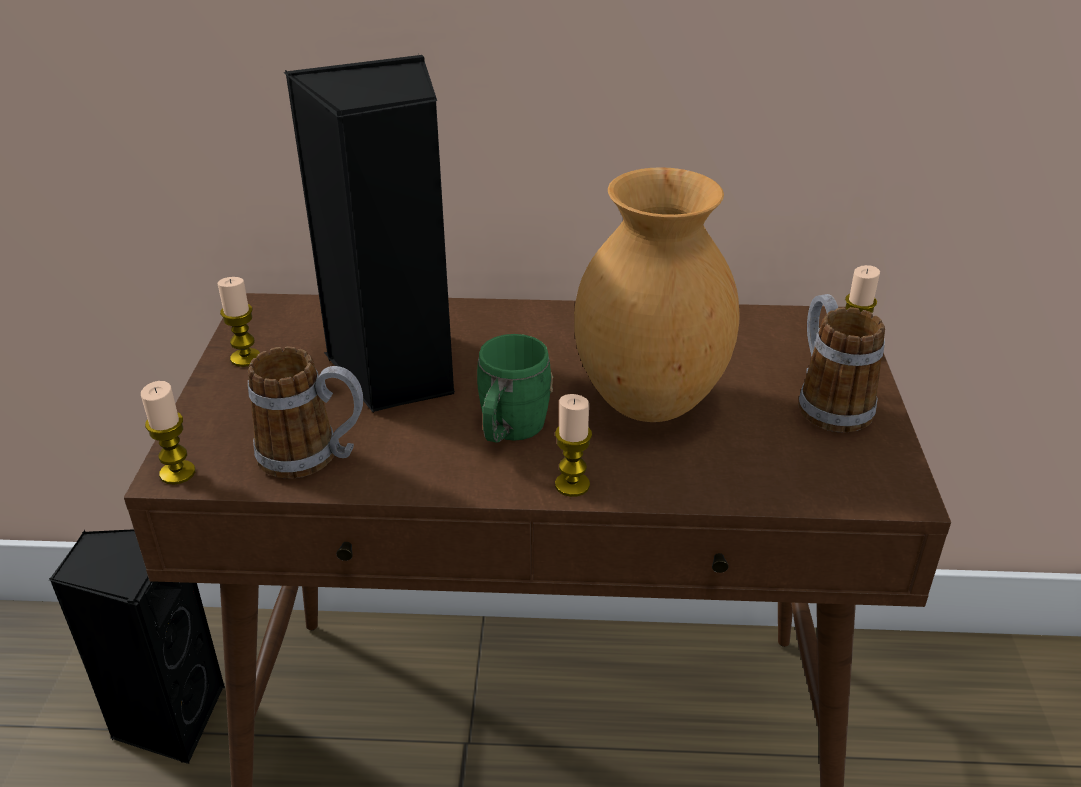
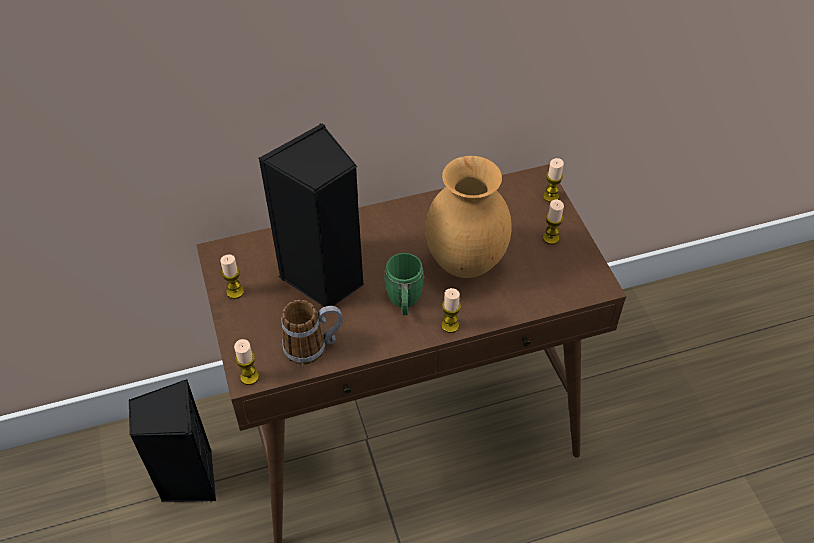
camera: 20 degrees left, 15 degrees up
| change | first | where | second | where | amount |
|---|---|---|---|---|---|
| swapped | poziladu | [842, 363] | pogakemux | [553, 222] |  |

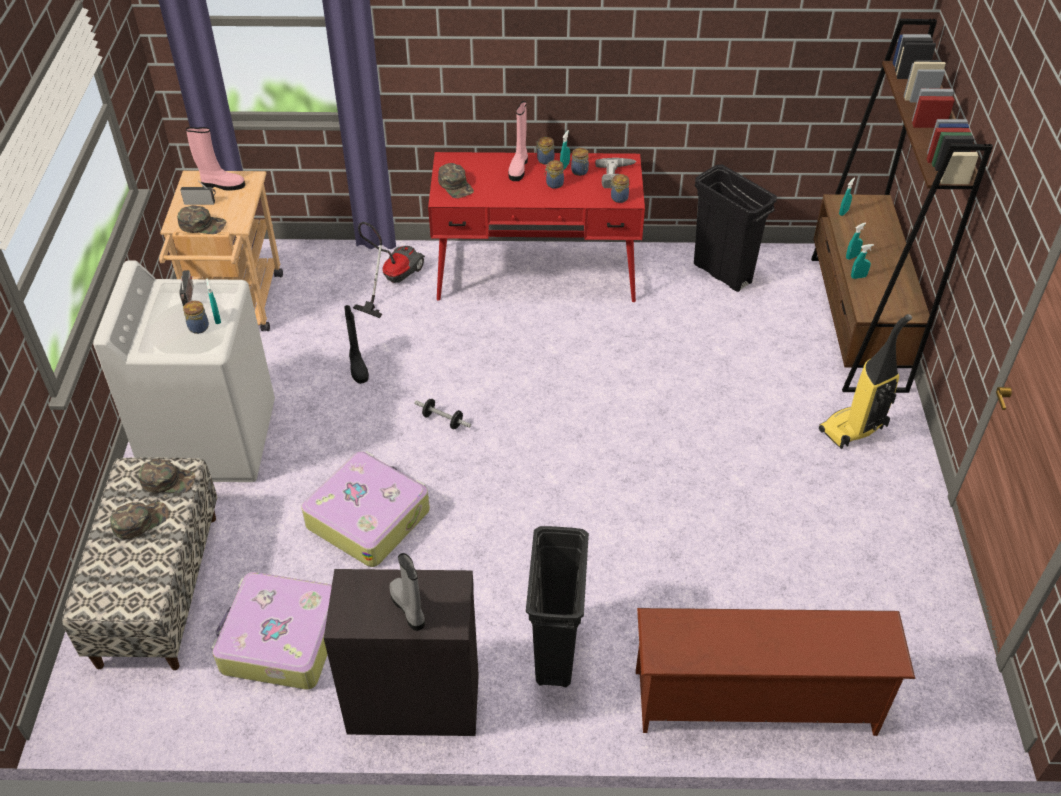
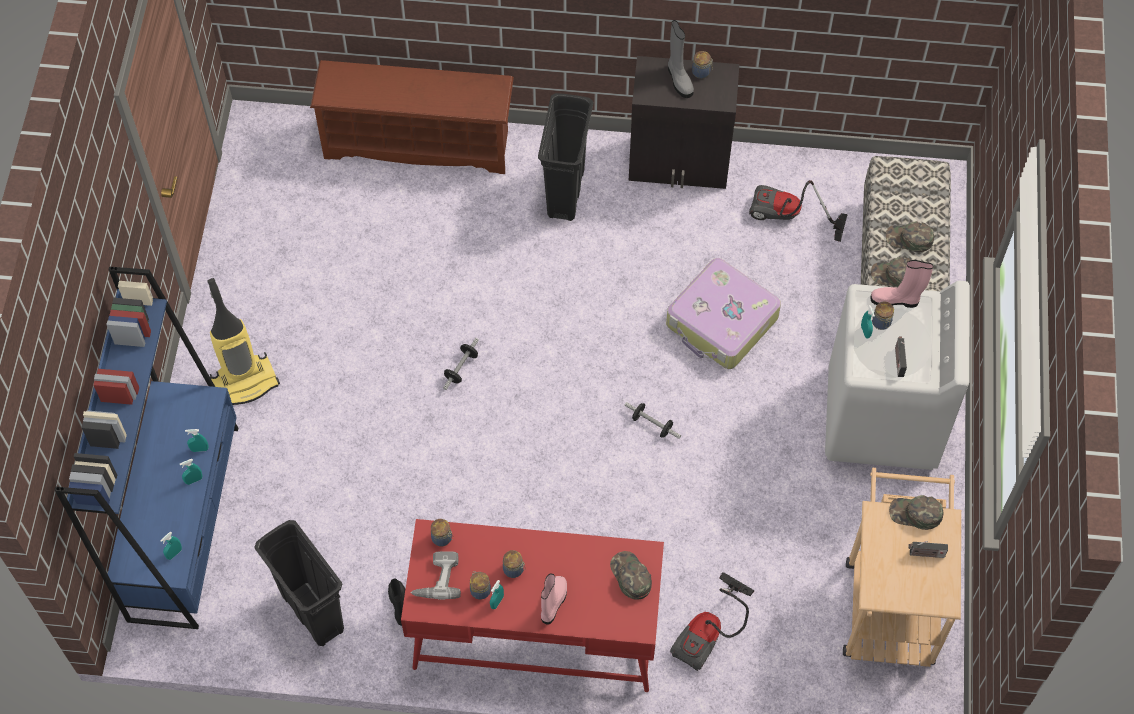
camera: 175 degrees left, 15 degrees up
| change | first | where | second | where | amount |
|---|---|---|---|---|---|
| repainted | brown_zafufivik | [902, 206] | blue_zafufivik | [146, 448] |  |
| shifted | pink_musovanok | [215, 159] |  | [901, 284] |  |
| shifted | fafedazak | [544, 151] |  | [702, 65] |  |
| shifted | black_musovanok | [356, 344] |  | [396, 602] |  |
| rotated | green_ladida | [139, 520] |  | [910, 237] | 45 degrees clockwise |
| swapped | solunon | [272, 631] | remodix | [798, 211] |  |
| new |  |  | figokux | [461, 364] |  |

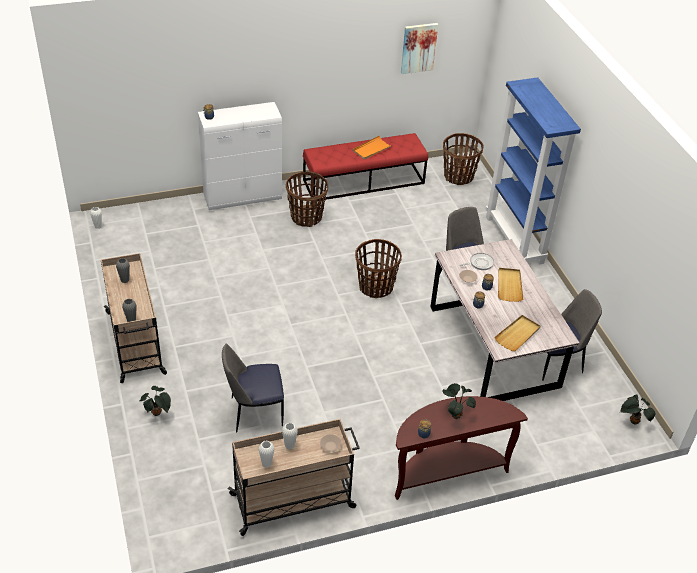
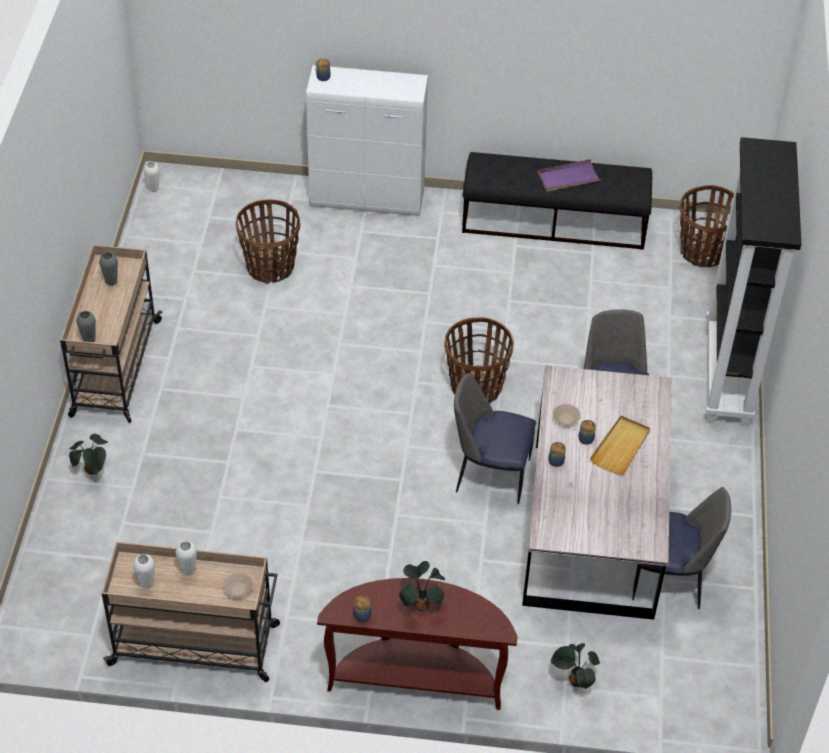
camera: 25 degrees right, 5 degrees up
| change | first | where | second | where | amount |
|---|---|---|---|---|---|
| gone | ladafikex | [419, 48] |  |  |  |
| repainted | blue_zafufivik | [533, 171] | black_zafufivik | [753, 282] |  |
| repainted | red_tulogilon | [365, 166] | black_tulogilon | [557, 201] |  |
| repainted | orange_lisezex | [372, 147] | purple_lisezex | [570, 175] |  |
| shifted | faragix | [307, 199] |  | [268, 241] |  |
| gone | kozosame | [476, 261] |  |  |  |
| gone | beige_lisezex | [517, 333] |  |  |  |
| shifted | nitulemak | [253, 388] |  | [495, 438] |  |
| shifted | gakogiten | [638, 409] |  | [575, 666] |  |

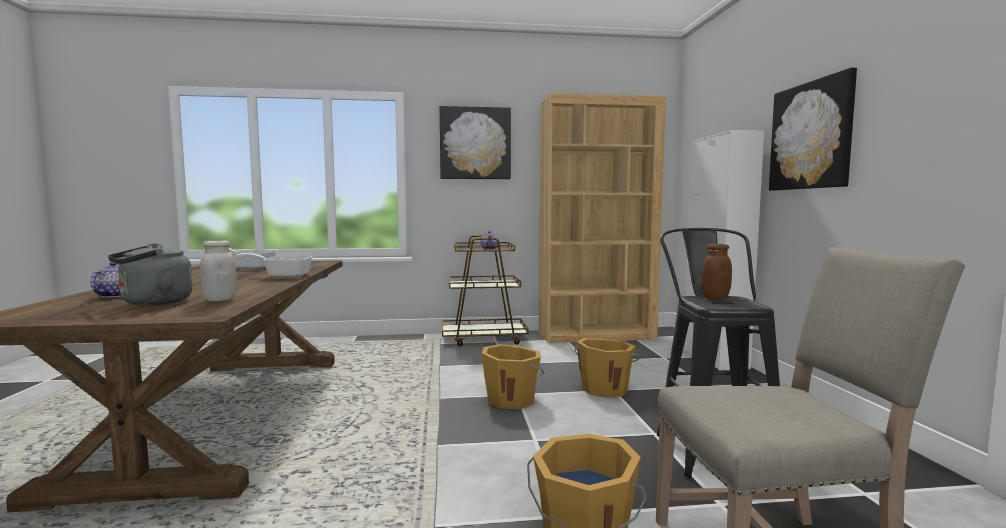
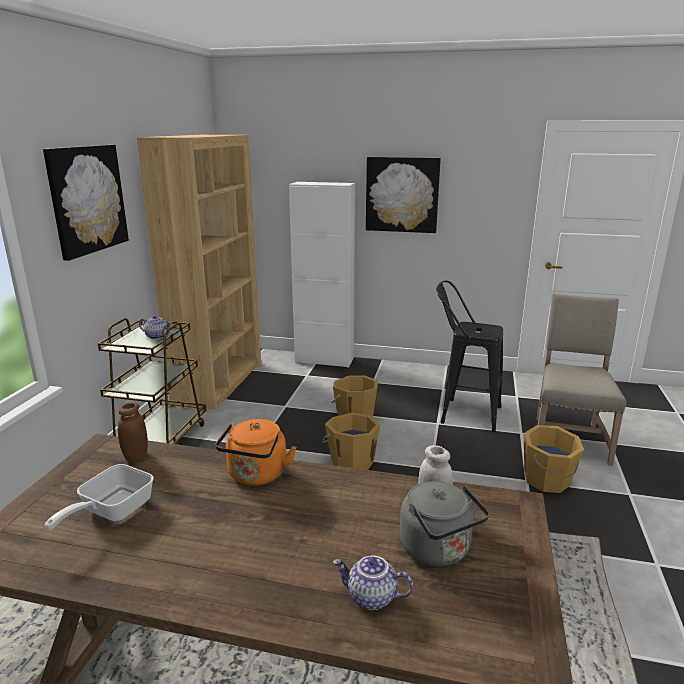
camera: 70 degrees left, 15 degrees up
| change | first | where | second | where | amount |
|---|---|---|---|---|---|
| shifted | brown_fafedazak | [716, 272] |  | [133, 432] |  |
| swapped | kozosame | [274, 265] | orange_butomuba | [256, 452] |  |

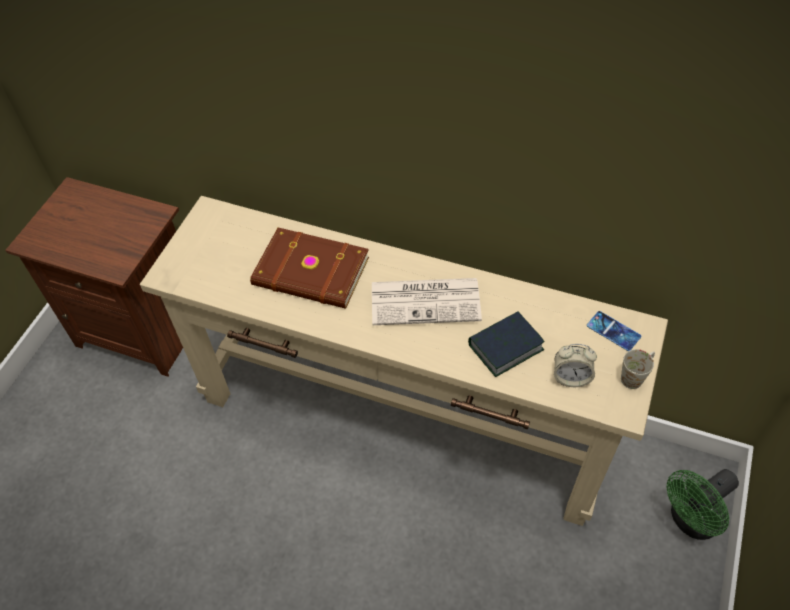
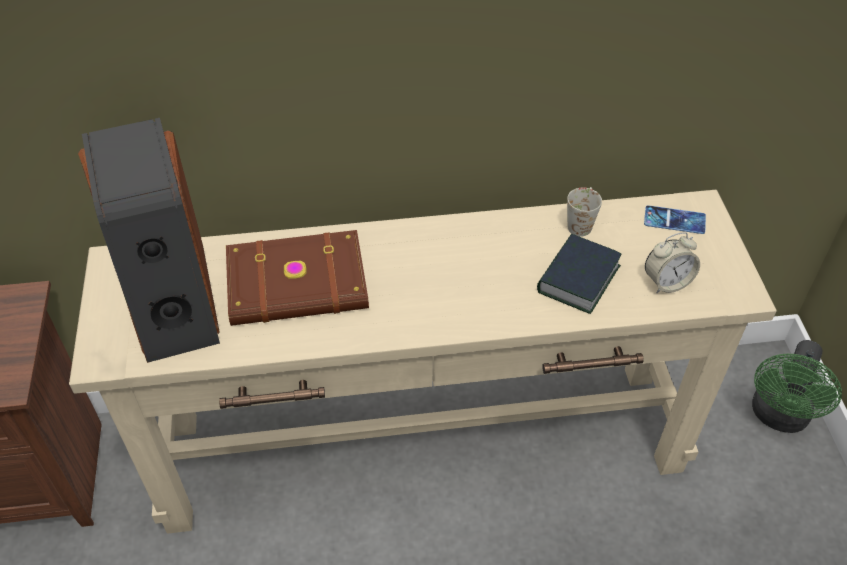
camera: 30 degrees left, 5 degrees down
| change | first | where | second | where | amount |
|---|---|---|---|---|---|
| gone | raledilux | [427, 301] |  |  |  |
| shifted | white_poziladu | [638, 369] |  | [584, 212] |  |
| new |  |  | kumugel | [149, 240] |  |

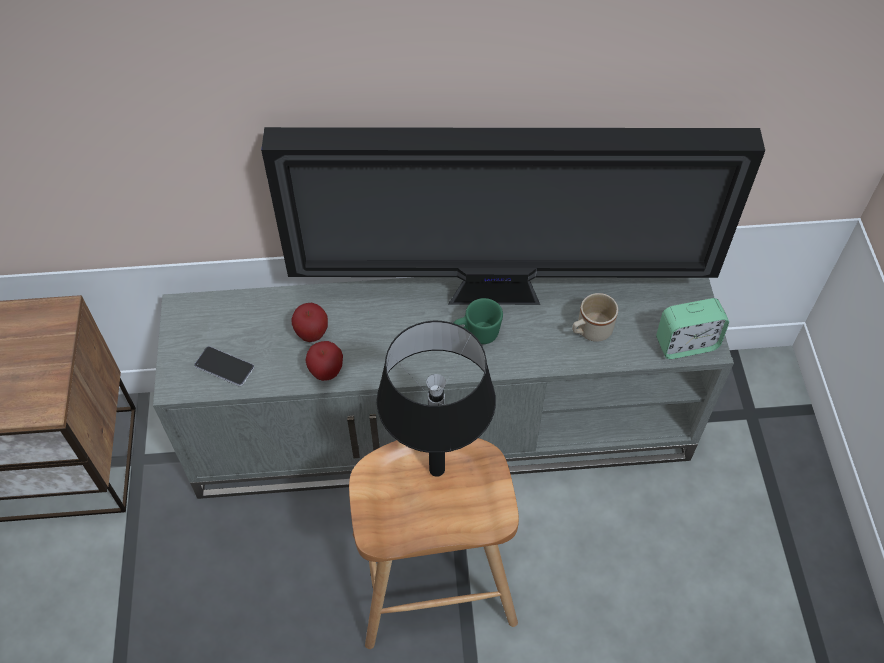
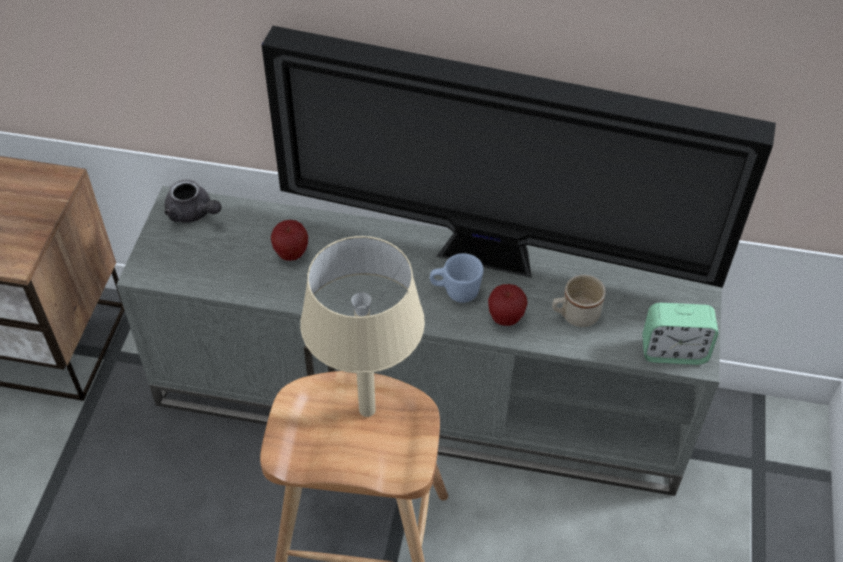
camera: 15 degrees right, 5 degrees down
| change | first | where | second | where | amount |
|---|---|---|---|---|---|
| repainted | green_poziladu | [478, 321] | blue_poziladu | [457, 278] |  |
| repainted | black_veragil | [436, 399] | beige_veragil | [362, 326] |  |
| shifted | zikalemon | [324, 361] |  | [508, 305] |  |
| gone | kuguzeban | [224, 366] |  |  |  |
| new |  |  | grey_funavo | [193, 201] |  |

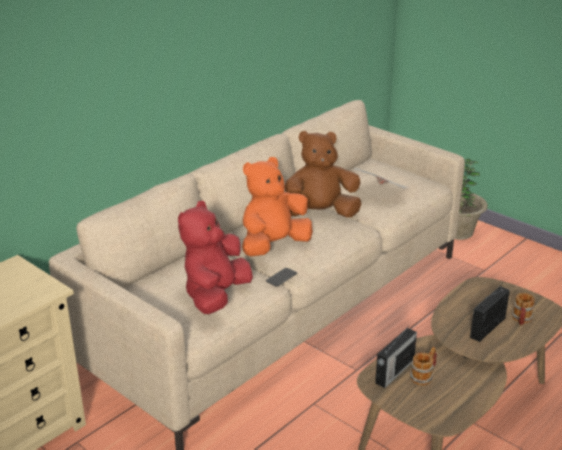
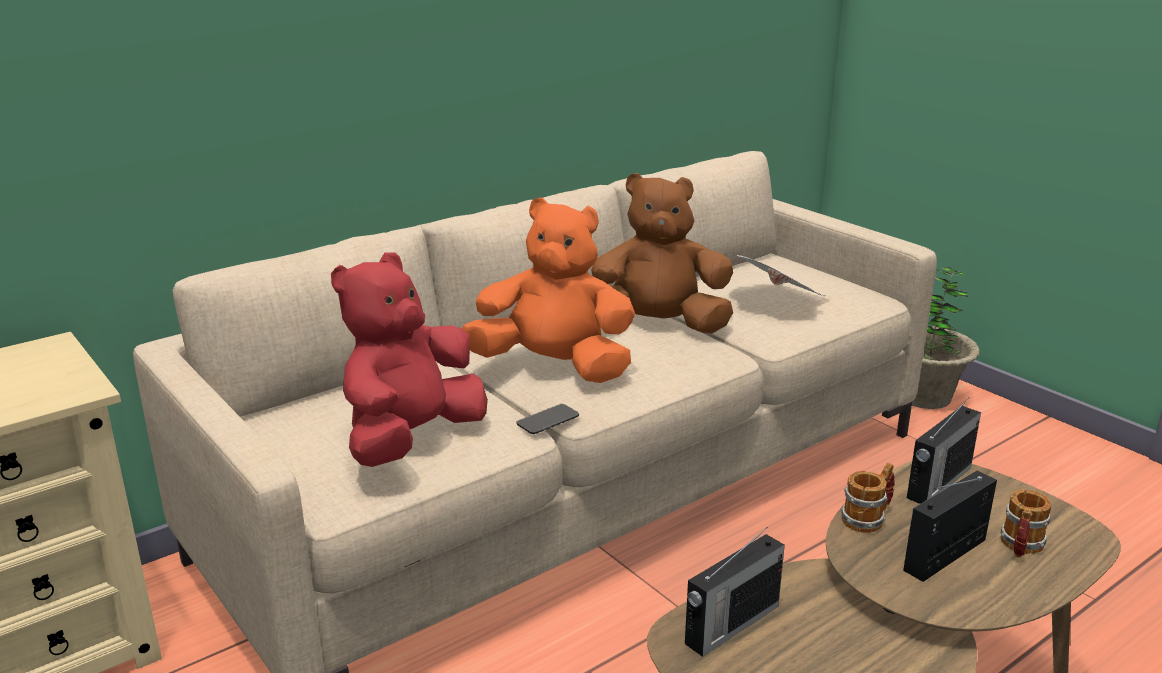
camera: 10 degrees right, 5 degrees down
| change | first | where | second | where | amount |
|---|---|---|---|---|---|
| rotated | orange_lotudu | [277, 207] |  | [548, 290] | 45 degrees clockwise |
| shifted | poziladu | [423, 366] |  | [868, 497] |  |
| new |  |  | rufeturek | [944, 450] |  |

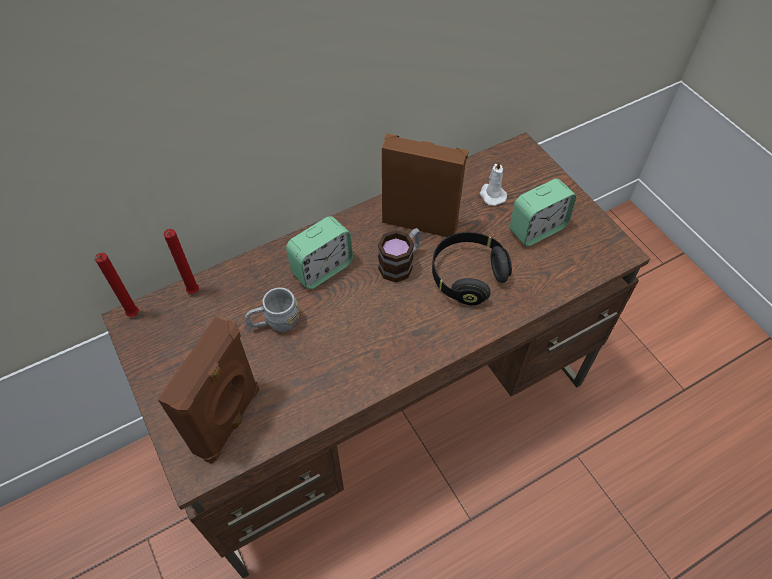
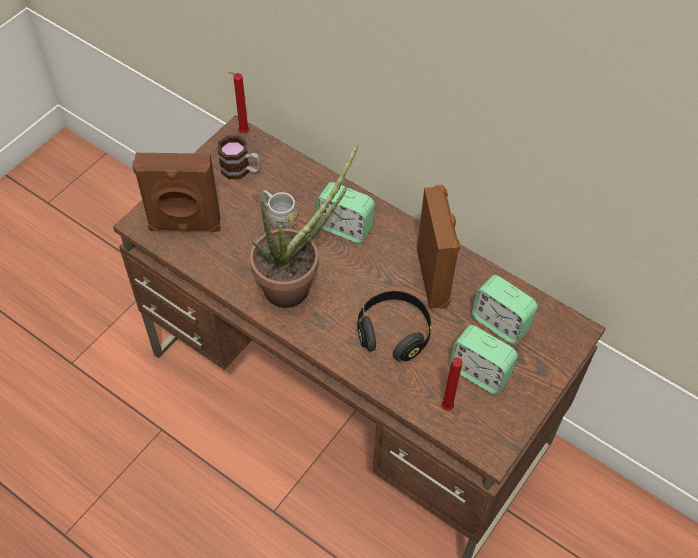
camera: 65 degrees right, 0 degrees up
| change | first | where | second | where | amount |
|---|---|---|---|---|---|
| swapped | white_pogakemux | [493, 183] | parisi | [505, 309] |  |
| shifted | poziladu | [399, 255] |  | [239, 157] |  |
| shifted | red_pogakemux | [181, 261] |  | [452, 383] |  |
| new |  |  | gakogiten | [304, 225] |  |

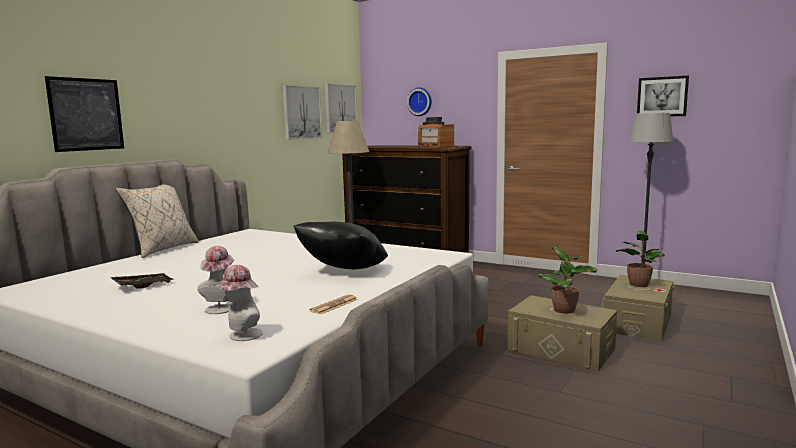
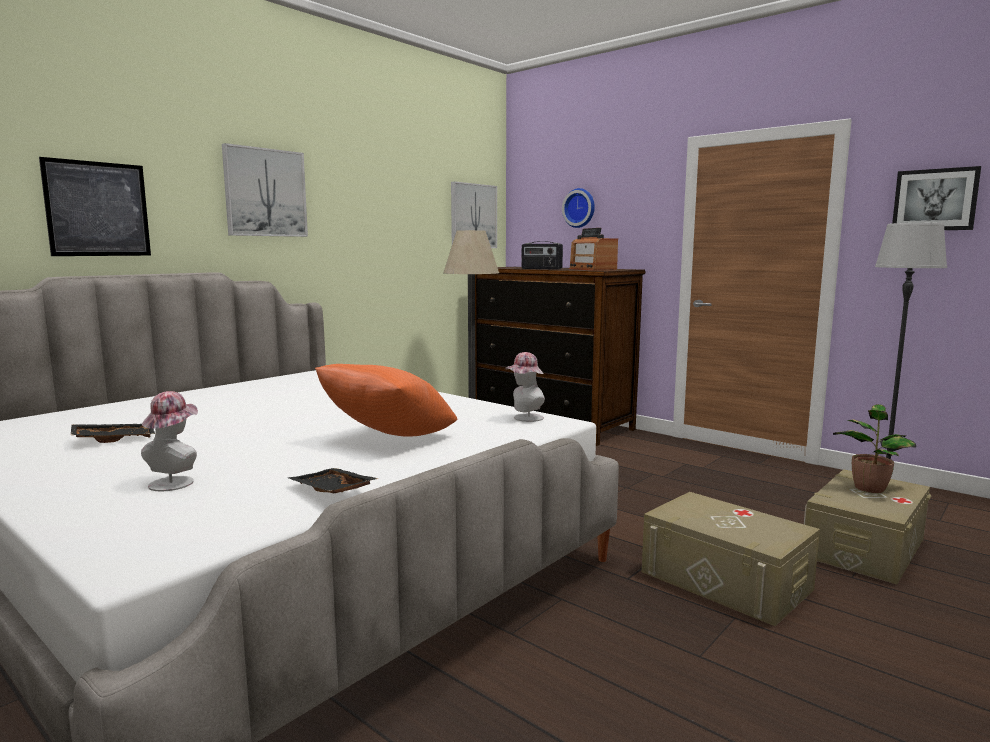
camera: 10 degrees right, 0 degrees up
| change | first | where | second | where | amount |
|---|---|---|---|---|---|
| shifted | ladafikex | [302, 112] |  | [265, 190] |  |
| gone | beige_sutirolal | [157, 221] |  |  |  |
| repainted | black_sutirolal | [340, 245] | orange_sutirolal | [386, 400] |  |
| gone | gakogiten | [567, 280] |  |  |  |
| shifted | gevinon | [238, 303] |  | [525, 387] |  |
| swapped | raledilux | [334, 304] | black_lisezex | [333, 481] |  |
| new |  |  | rufeturek | [542, 256] |  |

